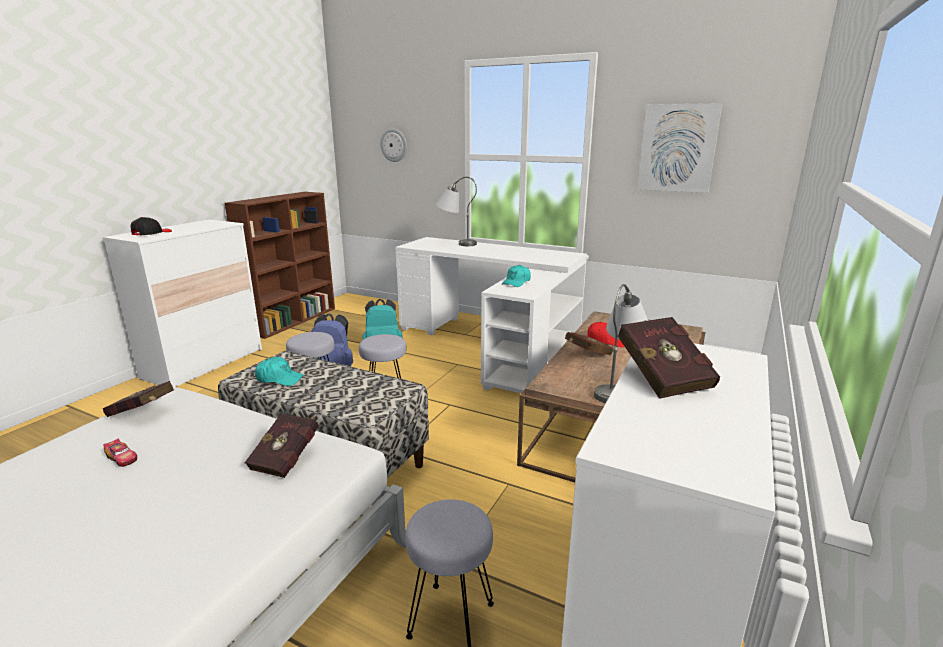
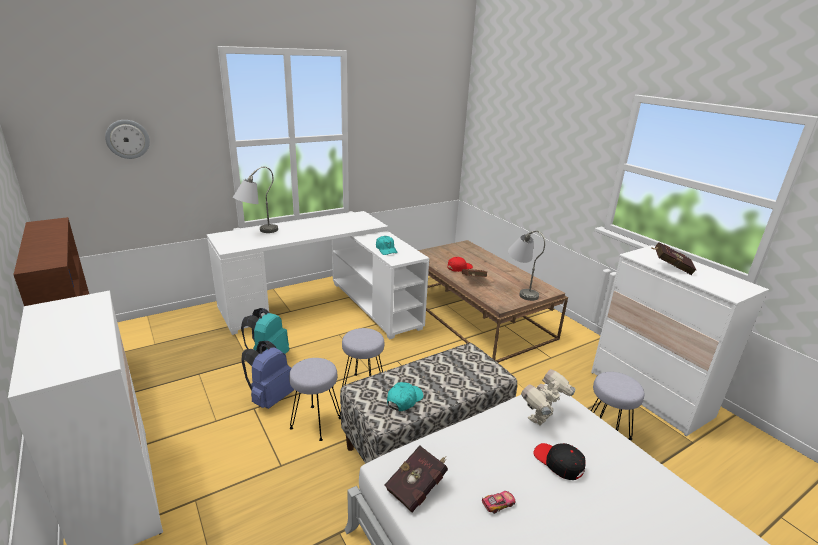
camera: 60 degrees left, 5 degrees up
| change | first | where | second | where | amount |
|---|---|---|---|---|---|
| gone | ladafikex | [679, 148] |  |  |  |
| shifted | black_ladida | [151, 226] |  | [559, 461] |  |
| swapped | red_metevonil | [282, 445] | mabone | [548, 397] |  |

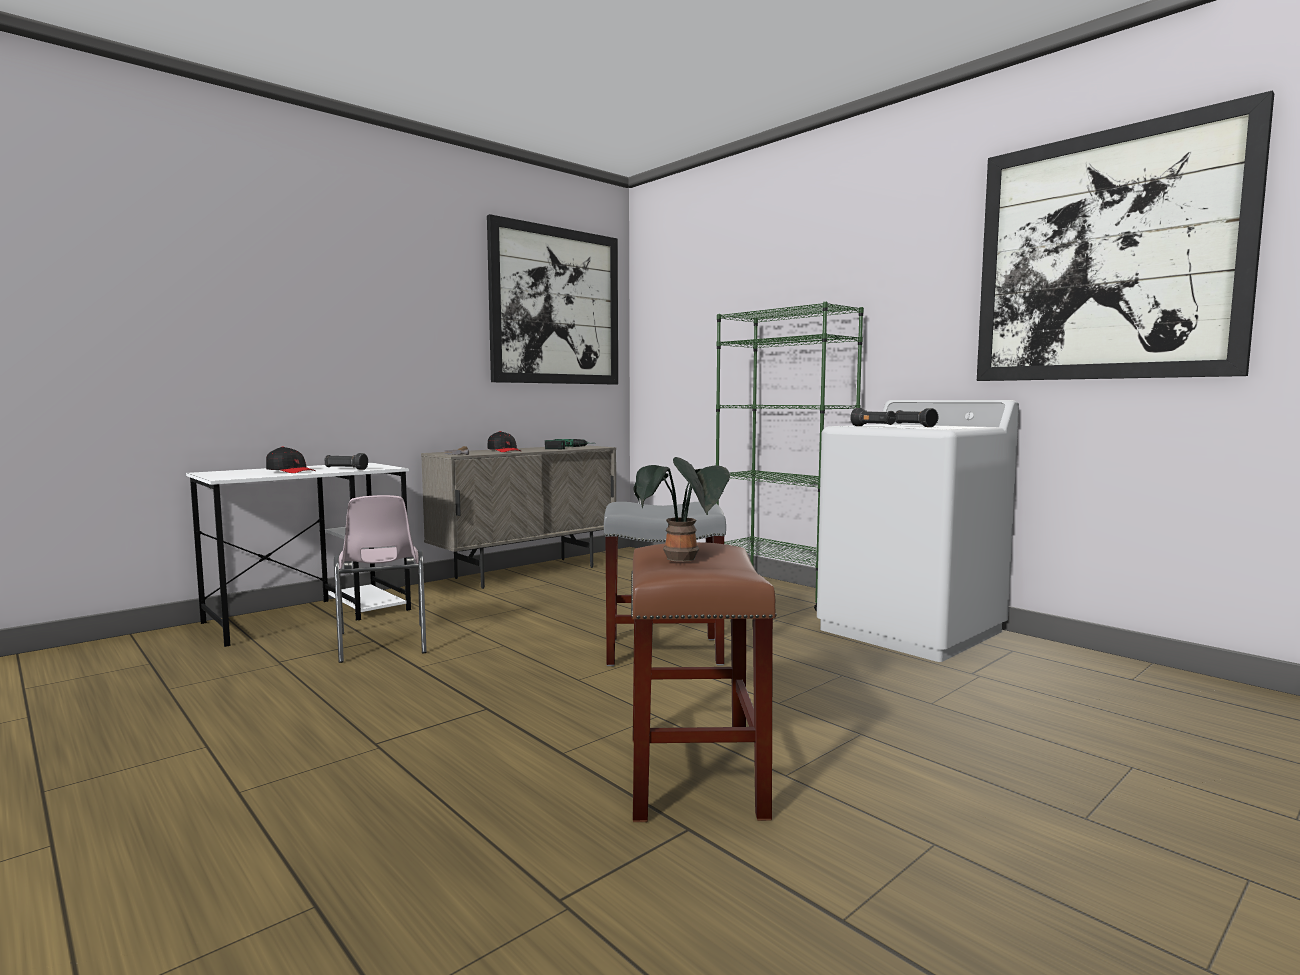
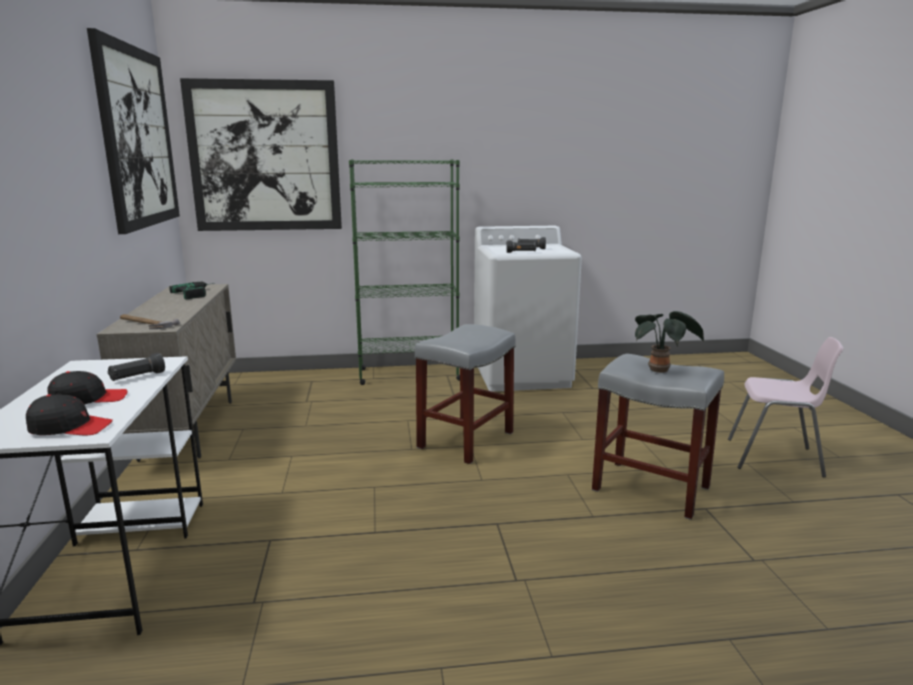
camera: 55 degrees left, 10 degrees up
| change | first | where | second | where | amount |
|---|---|---|---|---|---|
| shifted | ladafikex | [1125, 236] |  | [261, 154] |  |
| shifted | black_ladida | [503, 441] |  | [69, 415] |  |
| shifted | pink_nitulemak | [380, 579] |  | [786, 407] |  |
| repainted | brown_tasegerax | [704, 682] | grey_tasegerax | [658, 437] |  |

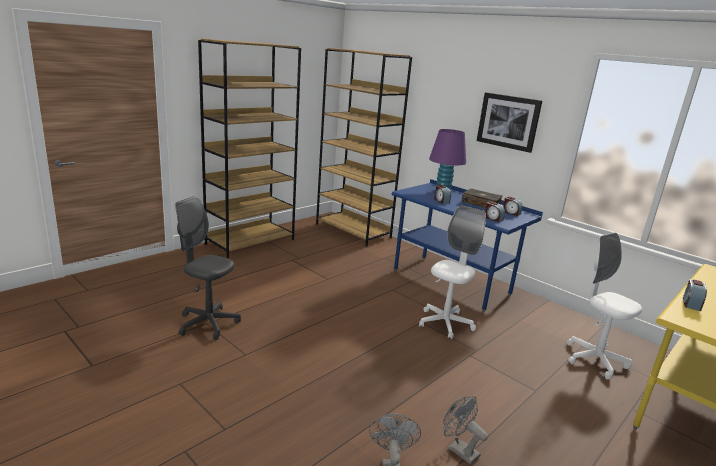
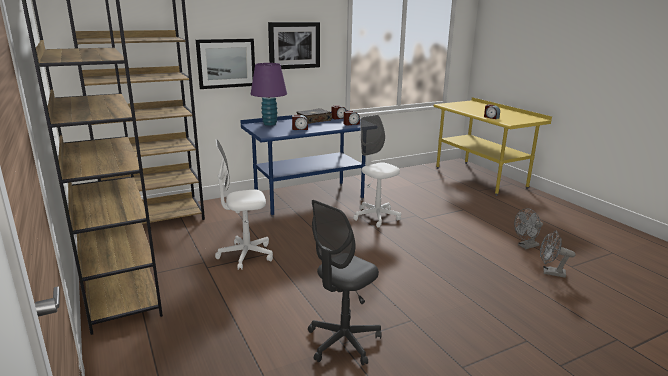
camera: 70 degrees left, 0 degrees up
| change | first | where | second | where | amount |
|---|---|---|---|---|---|
| shifted | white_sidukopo | [604, 306] |  | [244, 204] |  |
| new |  |  | ladafikex | [225, 64] |  |

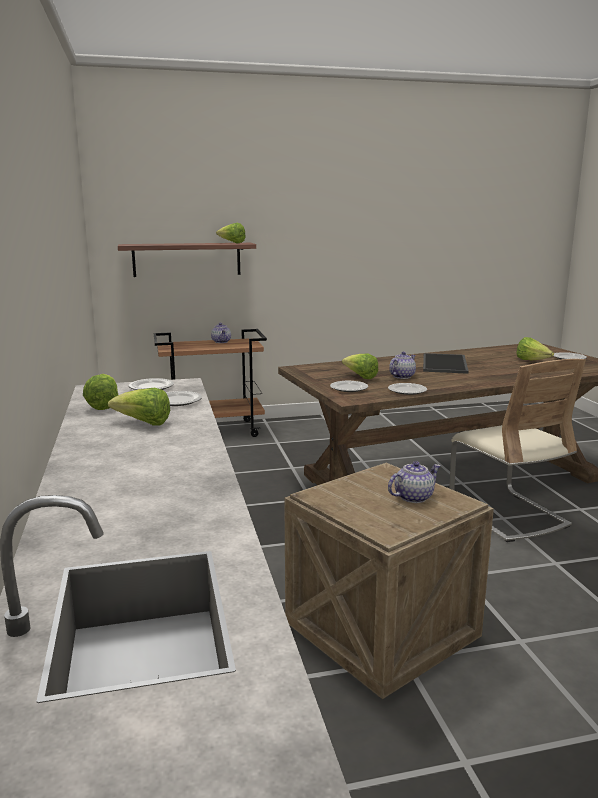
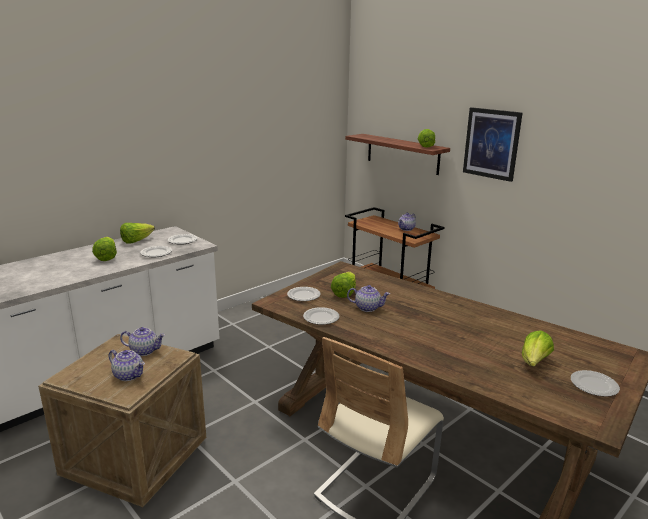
camera: 60 degrees right, 5 degrees up
| change | first | where | second | where | amount |
|---|---|---|---|---|---|
| gone | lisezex | [446, 363] |  |  |  |
| new |  |  | ladafikex | [492, 144] |  |
| new |  |  | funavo | [142, 341] |  |

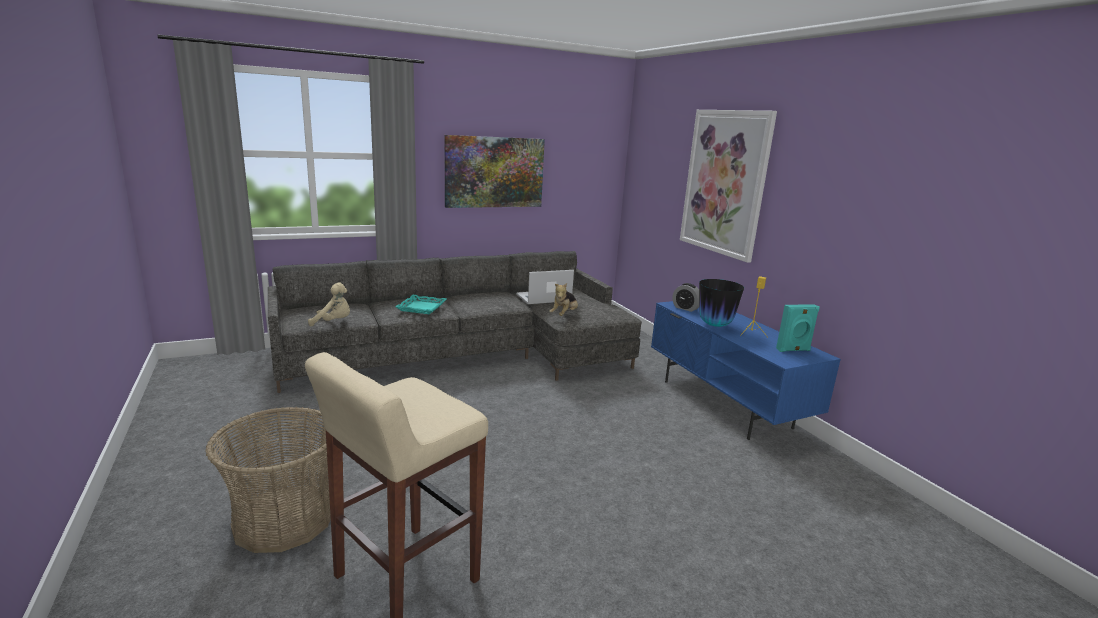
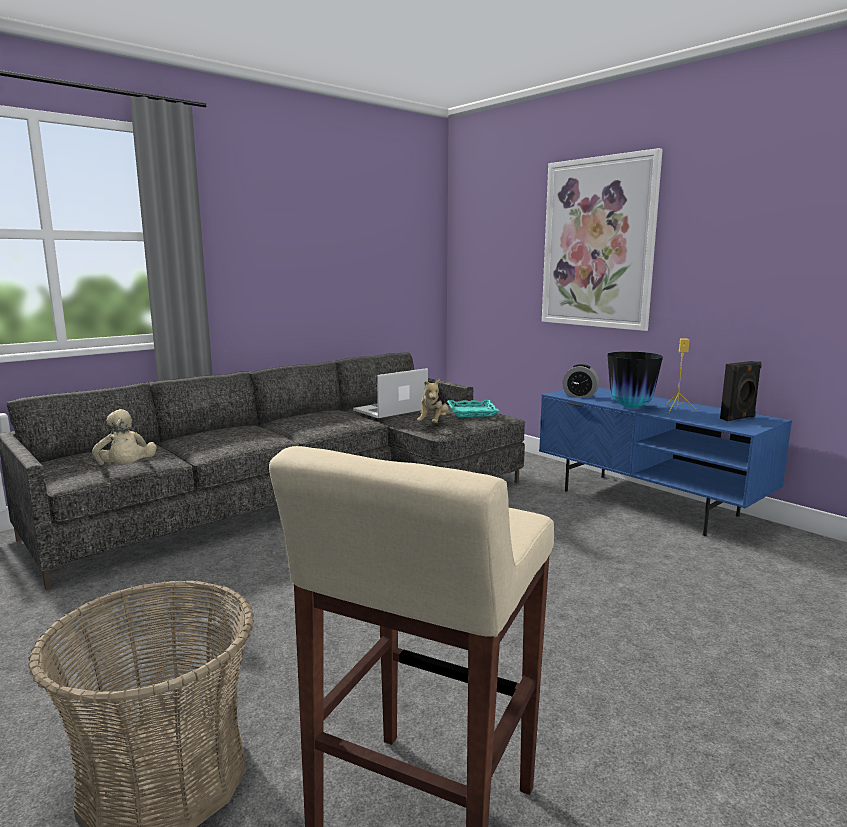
camera: 15 degrees left, 5 degrees down
| change | first | where | second | where | amount |
|---|---|---|---|---|---|
| gone | ladafikex | [495, 171] |  |  |  |
| rotated | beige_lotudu | [329, 304] |  | [124, 437] | 75 degrees clockwise |
| shifted | turquoise_lisezex | [421, 304] |  | [473, 408] |  |
| repainted | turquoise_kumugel | [798, 328] | black_kumugel | [741, 391] |  |

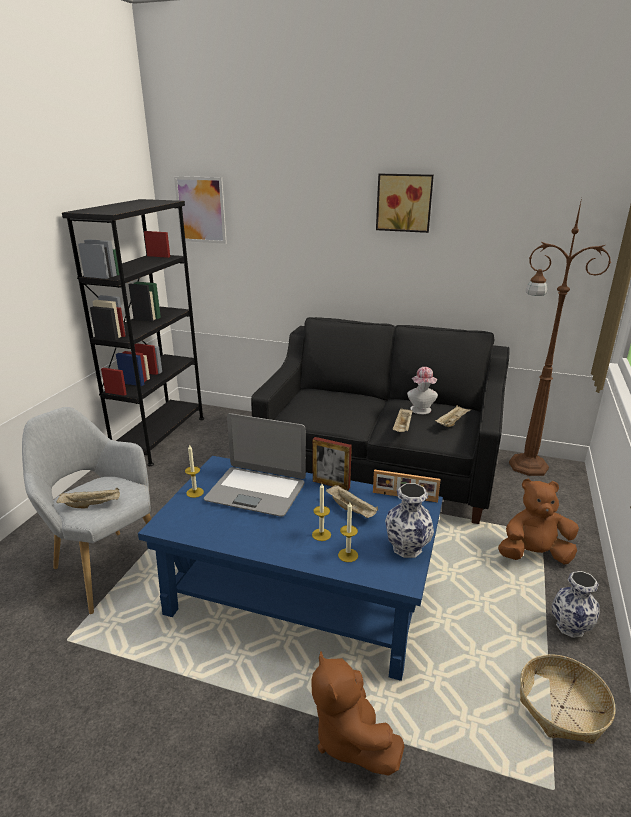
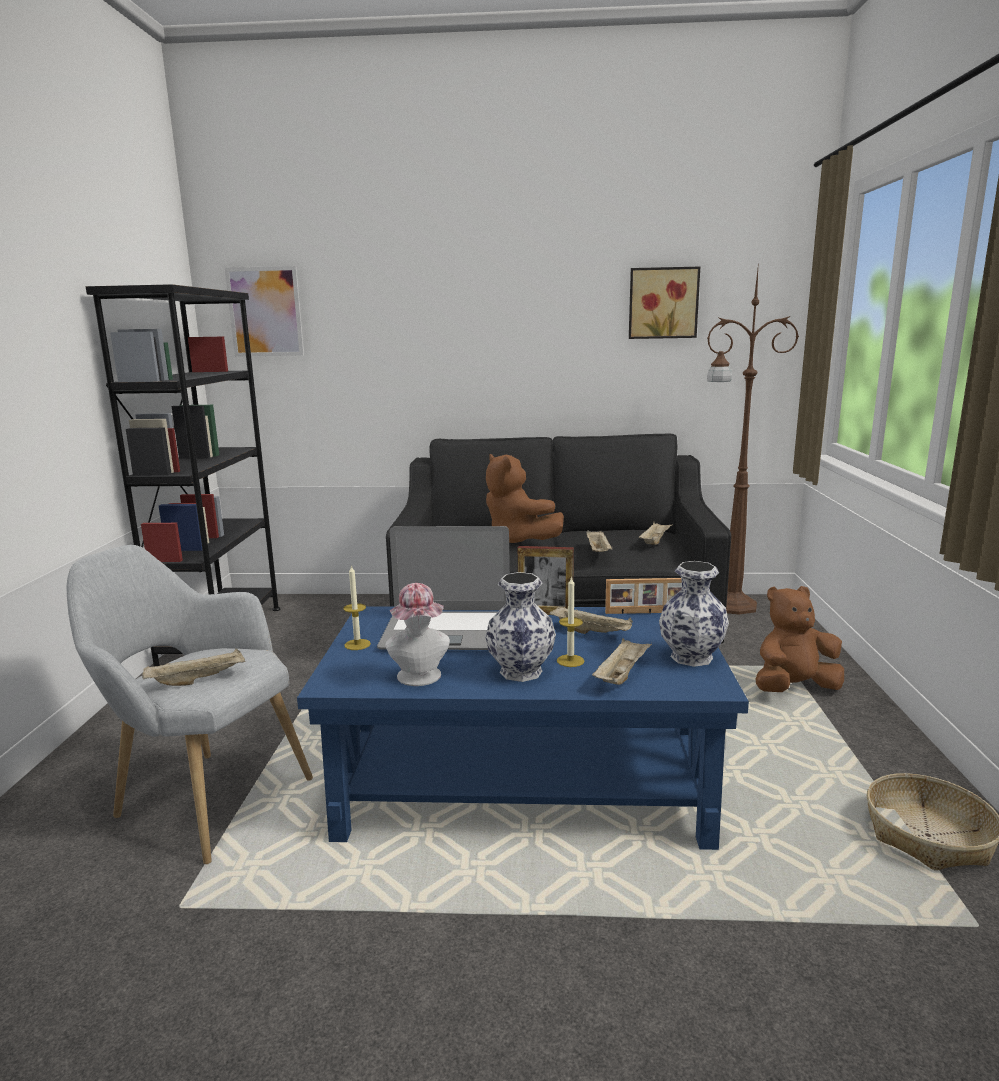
camera: 15 degrees left, 10 degrees down
| change | first | where | second | where | amount |
|---|---|---|---|---|---|
| shifted | ladafikex | [405, 203] |  | [664, 303] |  |
| shifted | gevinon | [422, 390] |  | [417, 634] |  |
| swapped | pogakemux | [348, 532] | beige_lisezex | [622, 661] |  |
| shifted | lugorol | [576, 604] |  | [520, 627] |  |
| shifted | brown_lotudu | [358, 713] |  | [525, 498] |  |

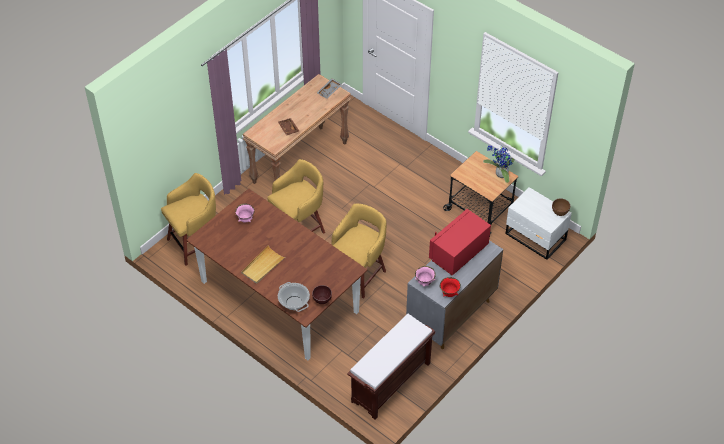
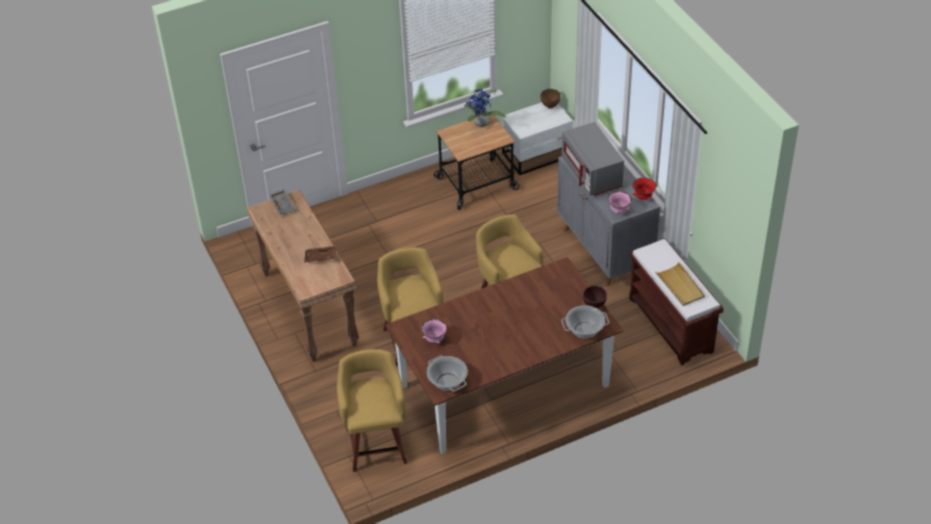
camera: 65 degrees left, 5 degrees down
| change | first | where | second | where | amount |
|---|---|---|---|---|---|
| repainted | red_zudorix | [460, 242] | grey_zudorix | [593, 159] |  |
| shifted | beige_lisezex | [263, 264] |  | [680, 284] |  |
| new |  |  | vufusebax | [447, 373] |  |

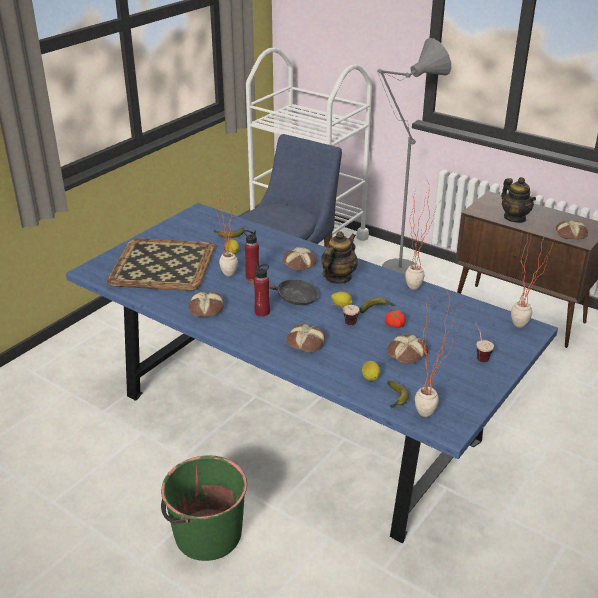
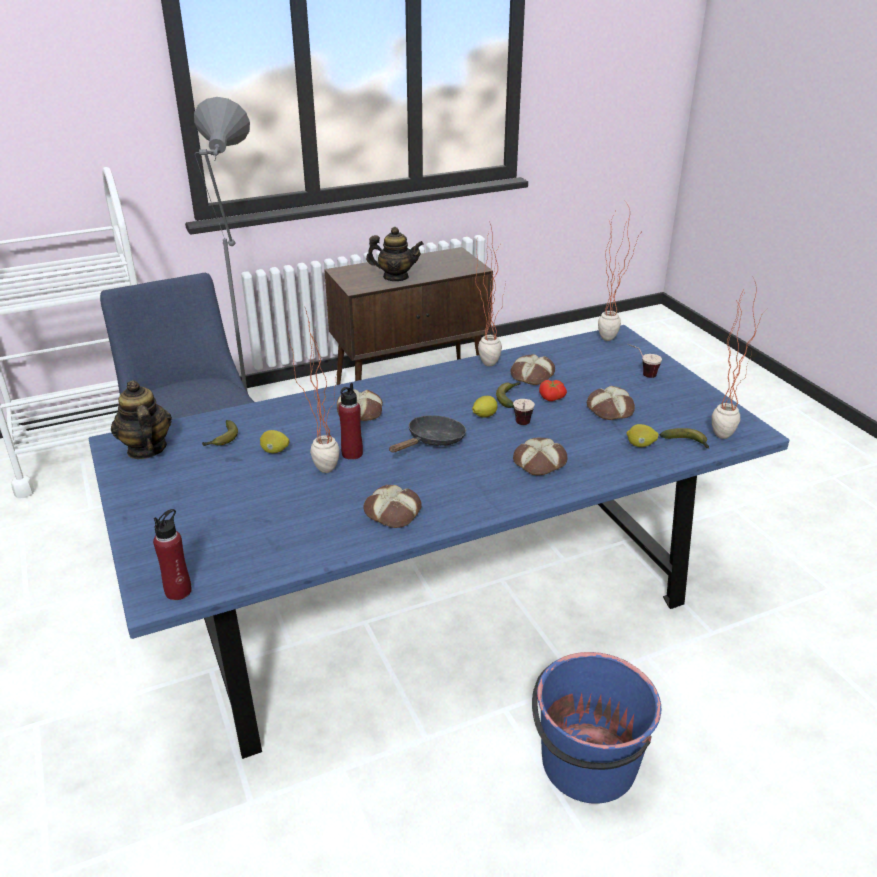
camera: 60 degrees left, 0 degrees up
| change | first | where | second | where | amount |
|---|---|---|---|---|---|
| shifted | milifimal | [572, 229] |  | [533, 369] |  |
| shifted | funavo | [339, 257] |  | [141, 419] |  |
| gone | lisezex | [160, 264] |  |  |  |
| shifted | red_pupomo | [262, 290] |  | [172, 554] |  |
| repainted | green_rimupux | [204, 508] | blue_rimupux | [596, 728] |  |

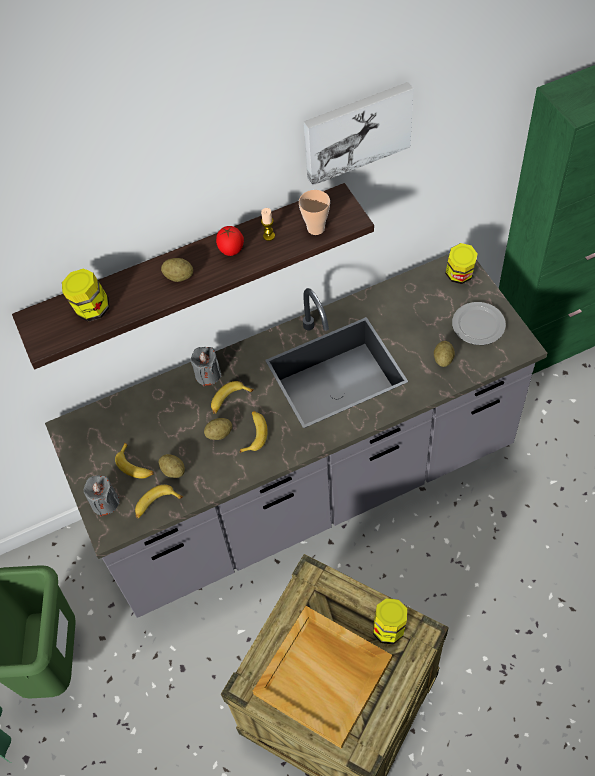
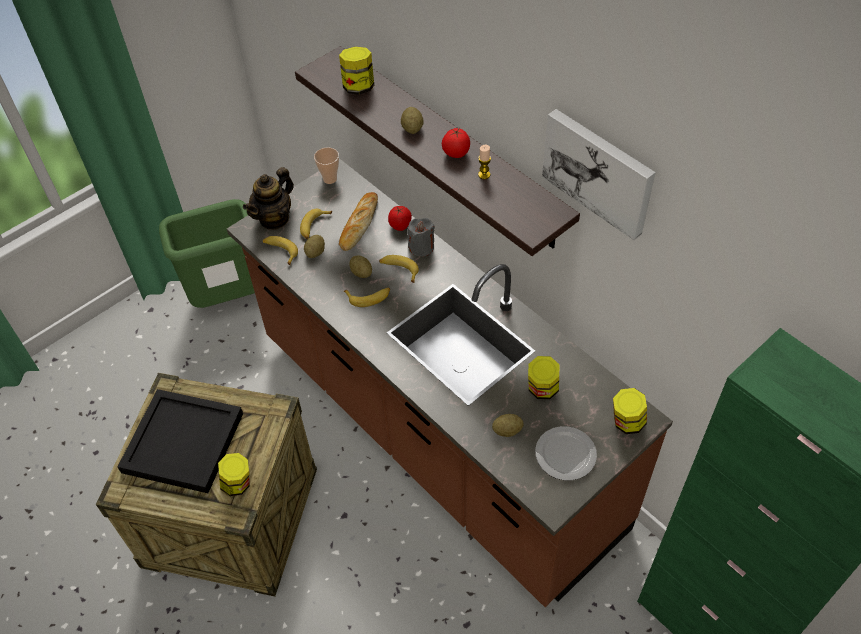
camera: 70 degrees right, 5 degrees down
| change | first | where | second | where | amount |
|---|---|---|---|---|---|
| shifted | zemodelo | [314, 212] |  | [326, 165] |  |
| repainted | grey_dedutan | [296, 436] | brown_dedutan | [450, 382] |  |
| swapped | grey_pogakemux | [102, 495] | funavo | [268, 198] |  |
| repainted | beige_lisezex | [322, 677] | black_lisezex | [180, 441] |  |
| new |  |  | milifimal | [358, 221] |  |
| new |  |  | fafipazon | [400, 218] |  |
| new |  |  | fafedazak | [543, 377] |  |

